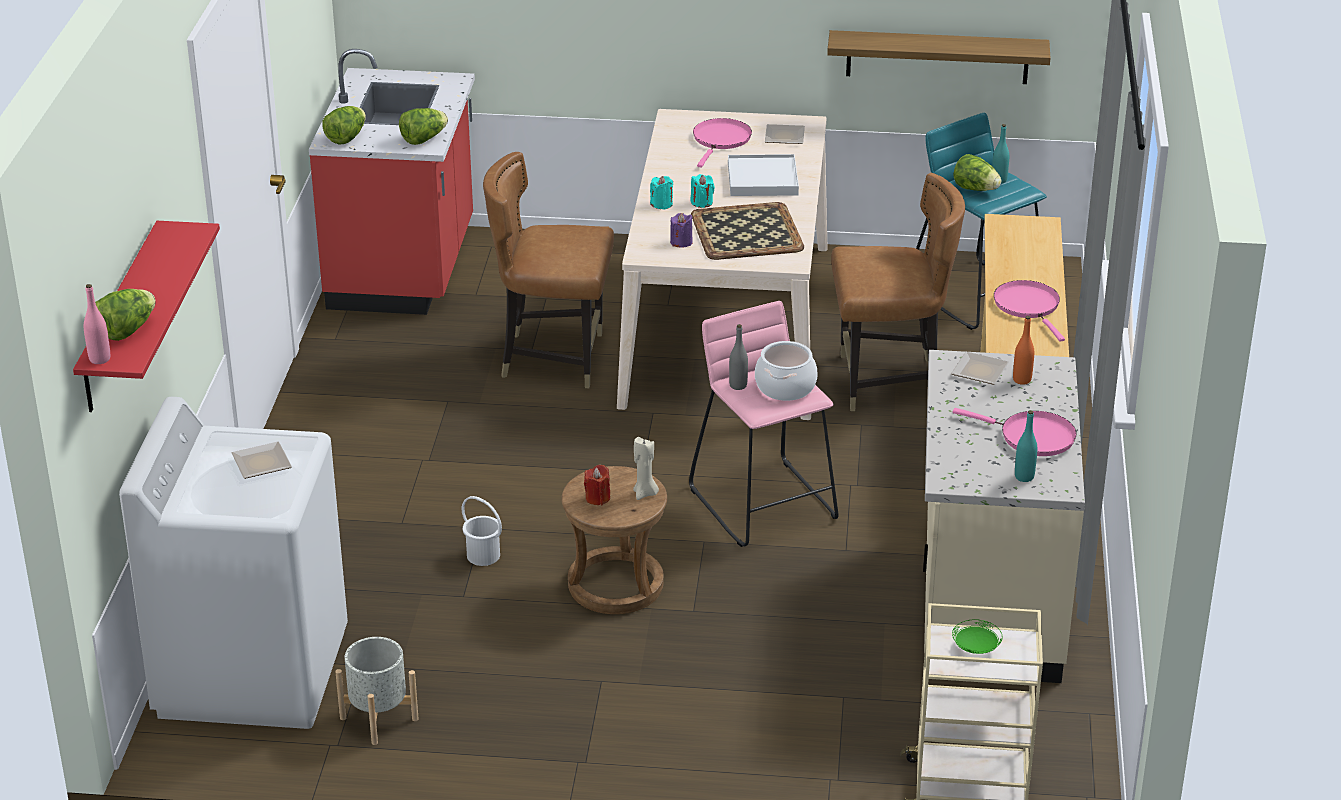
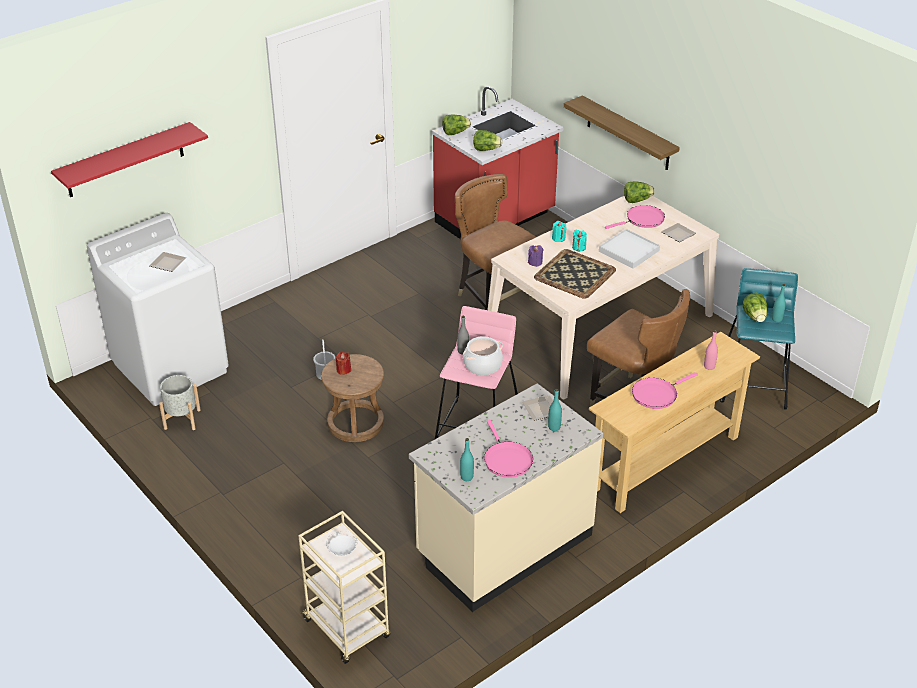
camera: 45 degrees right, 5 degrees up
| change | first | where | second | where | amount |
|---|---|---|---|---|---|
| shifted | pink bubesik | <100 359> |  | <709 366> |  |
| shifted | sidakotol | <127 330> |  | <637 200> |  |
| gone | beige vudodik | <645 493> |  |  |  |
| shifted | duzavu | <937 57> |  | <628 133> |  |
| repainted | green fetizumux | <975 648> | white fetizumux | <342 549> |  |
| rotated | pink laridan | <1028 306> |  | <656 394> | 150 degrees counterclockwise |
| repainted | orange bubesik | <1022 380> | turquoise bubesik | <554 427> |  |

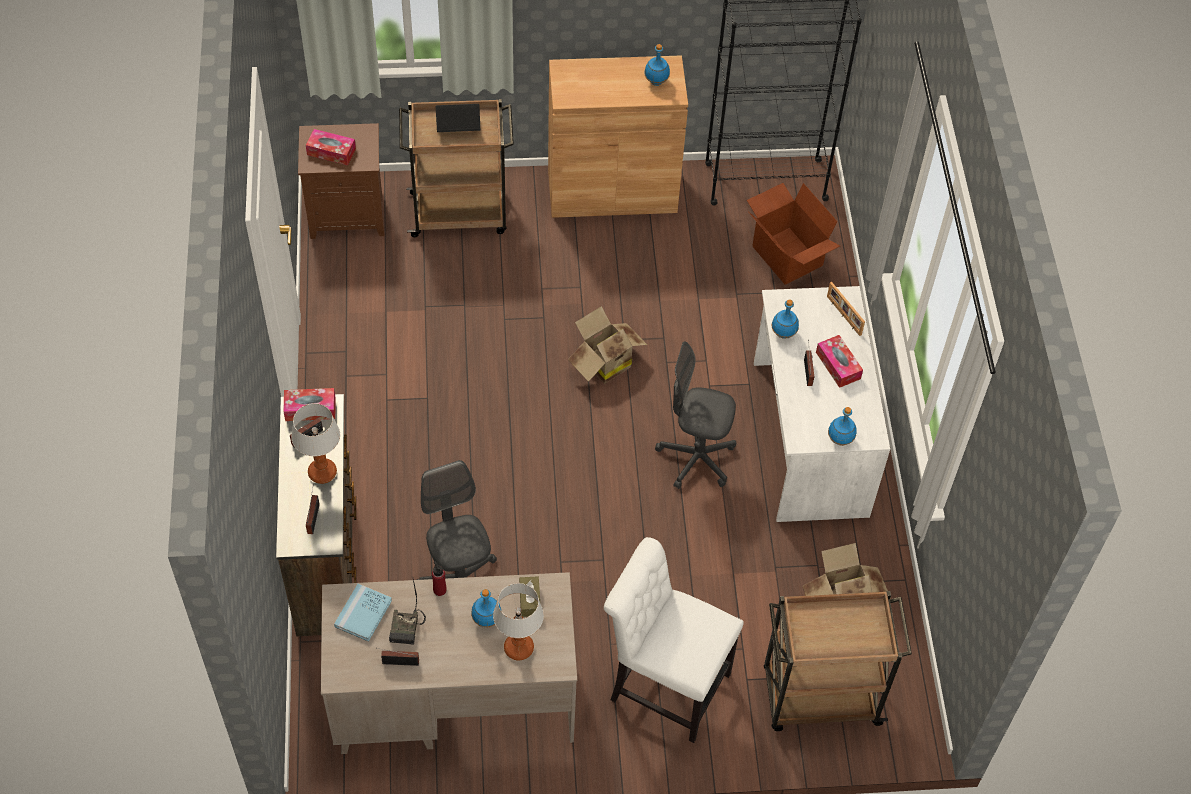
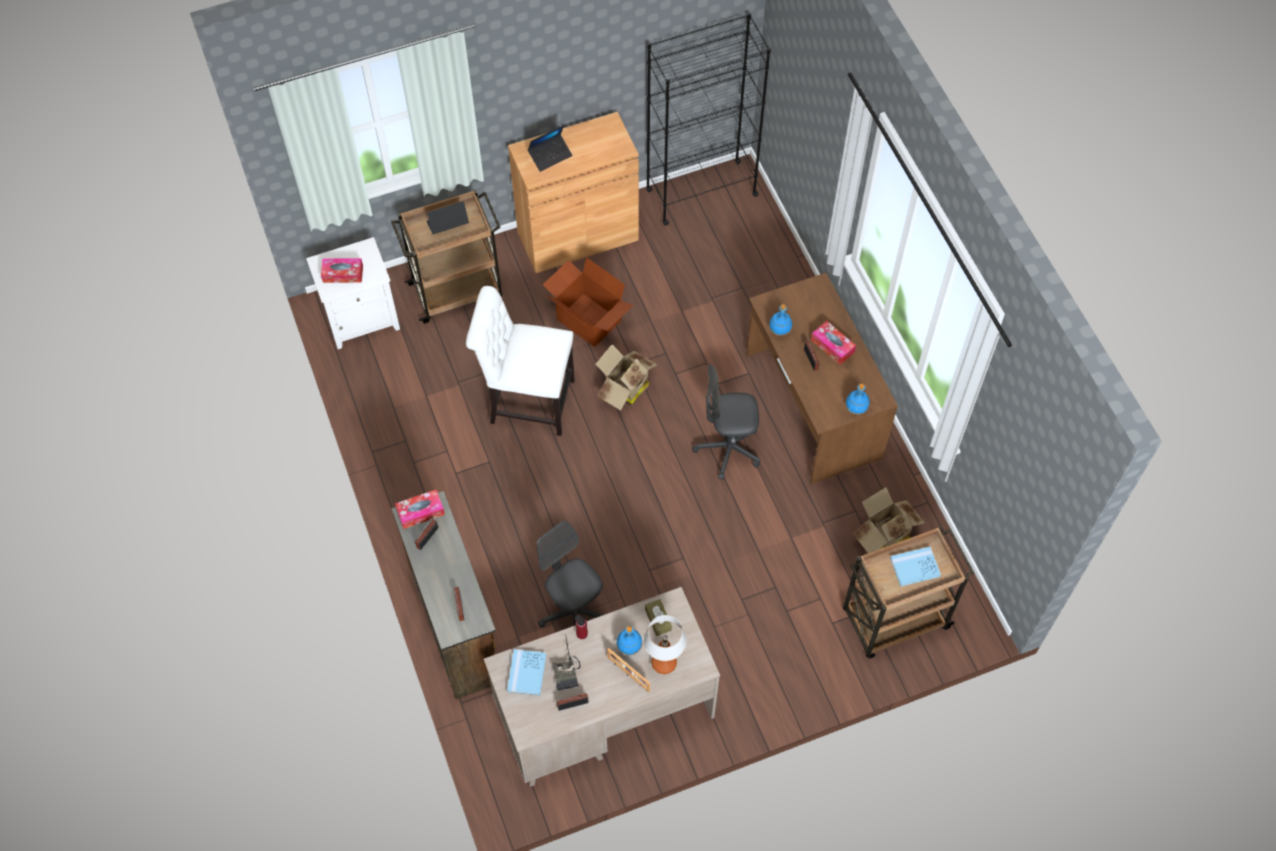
camera: 15 degrees left, 5 degrees up
| change | first | where | second | where | amount |
|---|---|---|---|---|---|
| gone | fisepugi | <322 472> |  |  |  |
| repainted | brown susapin | <349 214> | white susapin | <362 318> |  |
| shifted | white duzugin | <664 684> |  | <527 401> |  |
| gone | blue bubesik | <656 81> |  |  |  |
| shifted | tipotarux | <786 256> |  | <588 321> |  |
| repainted | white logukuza | <808 438> | brown logukuza | <811 406> |  |
| shifted | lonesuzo | <843 316> |  | <628 674> |  |
| new |  |  | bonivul | <550 155> |  |
| new |  |  | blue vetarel | <915 567> |  |

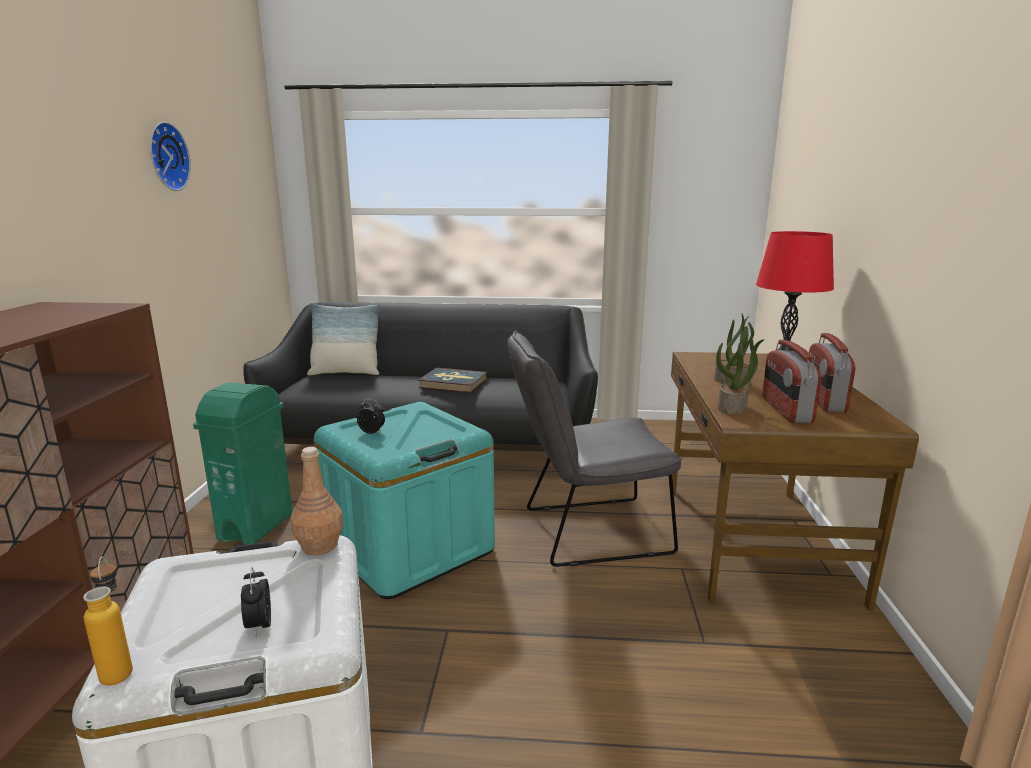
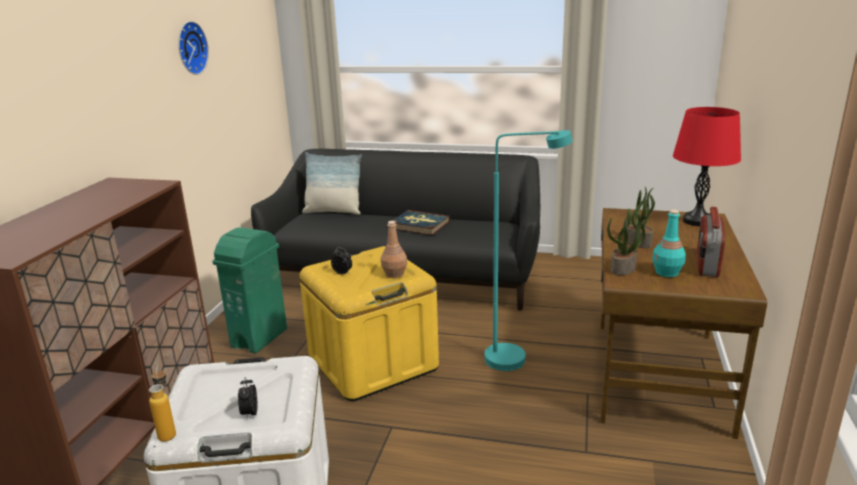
camera: 10 degrees right, 5 degrees up
| change | first | where | second | where | amount |
|---|---|---|---|---|---|
| shifted | brown bubesik | <320 546> |  | <394 274> |  |
| repainted | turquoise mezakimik | <409 548> | yellow mezakimik | <372 362> |  |
| swapped | grey duzugin | <586 532> | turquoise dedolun | <516 358> |  |
| swapped | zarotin | <785 410> | turquoise bubesik | <667 272> |  |

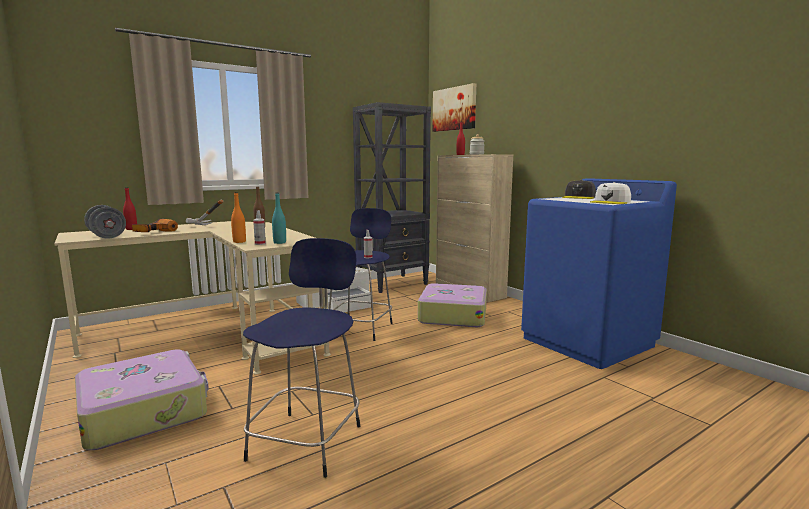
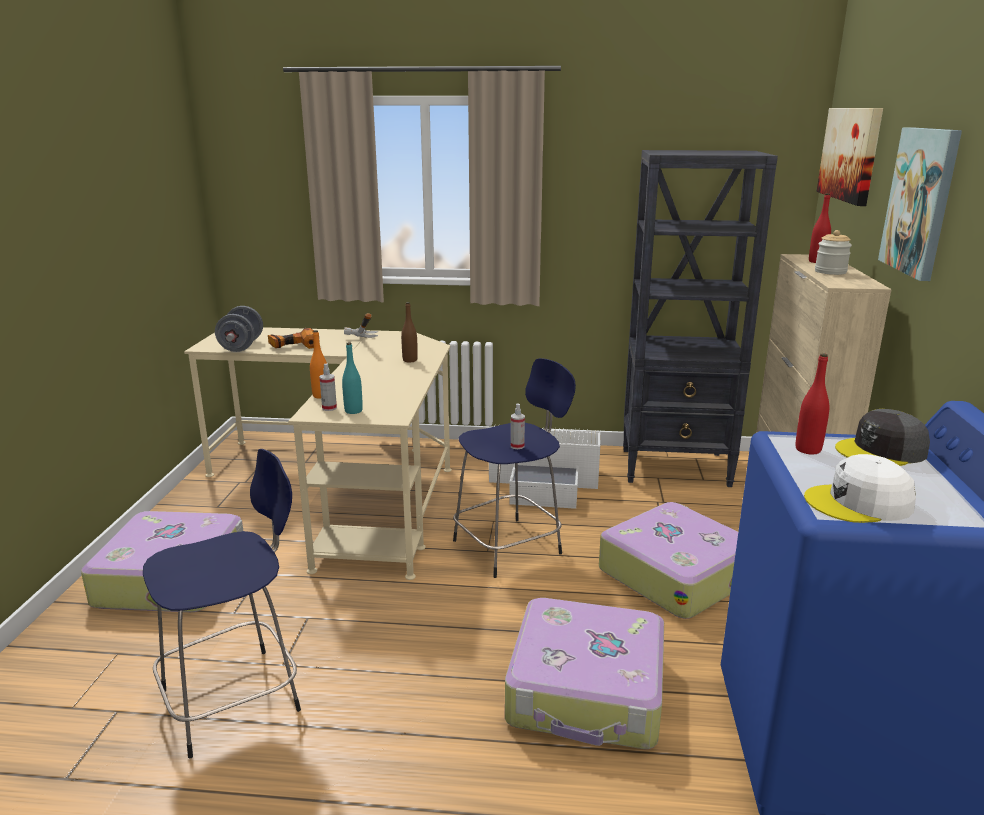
camera: 40 degrees right, 10 degrees up
| change | first | where | second | where | amount |
|---|---|---|---|---|---|
| shifted | red bubesik | <131 229> |  | <808 450> |  |
| new |  |  | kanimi | <587 691> |  |
| new |  |  | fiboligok | <920 201> |  |

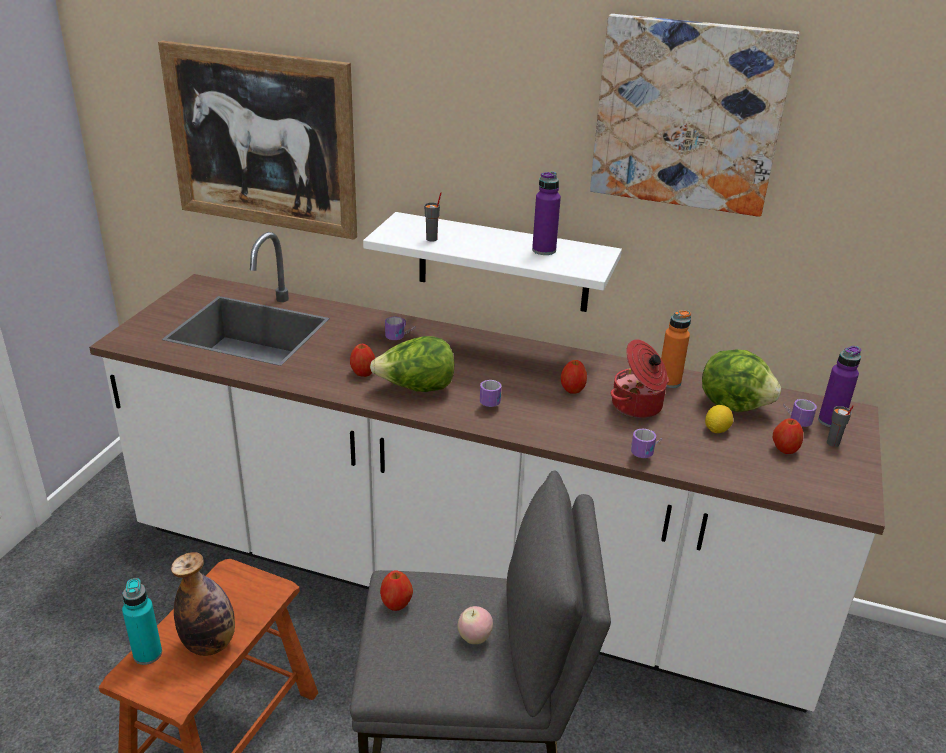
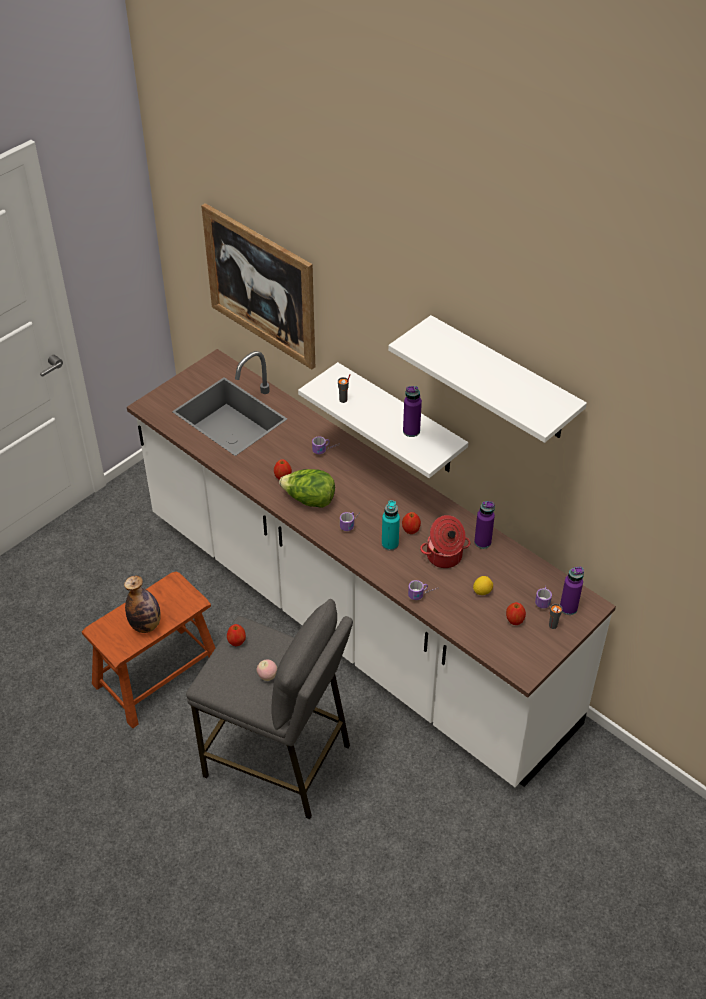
camera: 25 degrees right, 15 degrees up
| change | first | where | second | where | amount |
|---|---|---|---|---|---|
| shifted | turquoise bubesik | <147 654> |  | <390 544> |  |
| swapped | fiboligok | <688 115> | white duzavu | <503 380> |  |
| repainted | orange bubesik | <669 382> | purple bubesik | <482 542> |  |
| gone | sidakotol | <734 404> |  |  |  |

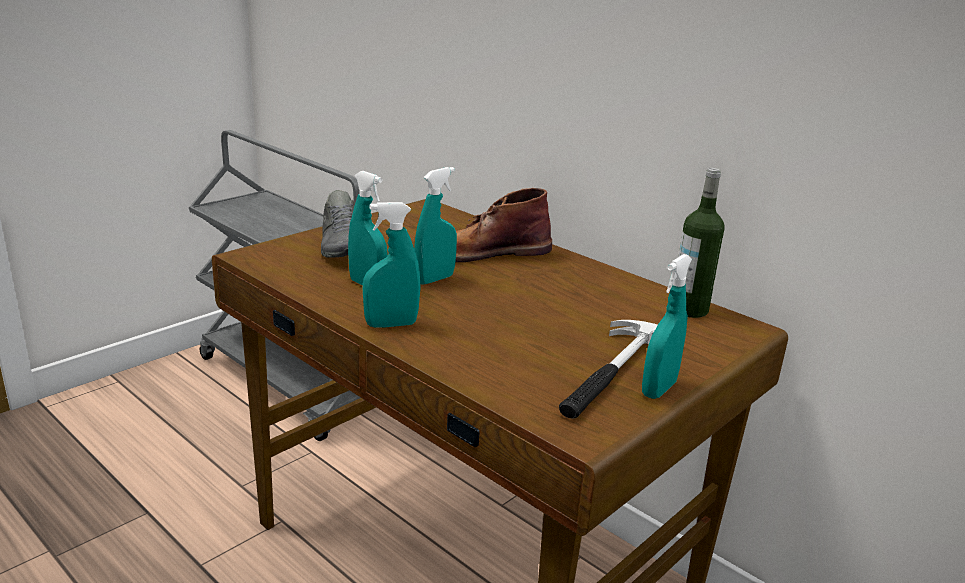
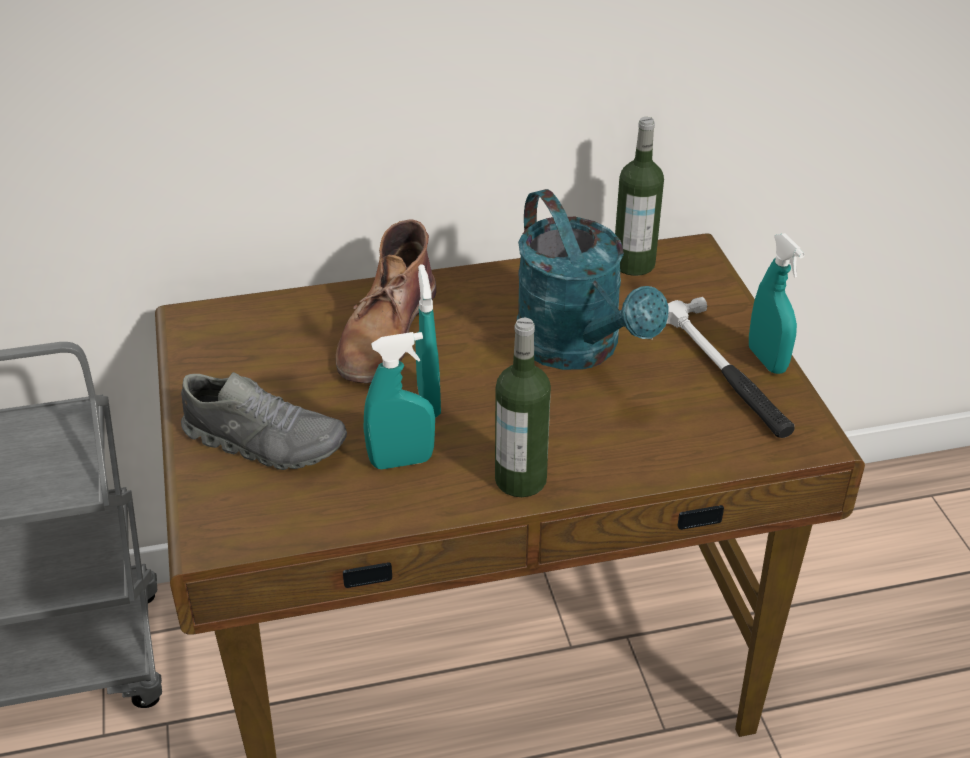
camera: 55 degrees left, 15 degrees up
| change | first | where | second | where | amount |
|---|---|---|---|---|---|
| swapped | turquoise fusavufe | <391 324> | bubesik | <520 480> |  |
| new |  |  | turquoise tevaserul | <578 349> |  |

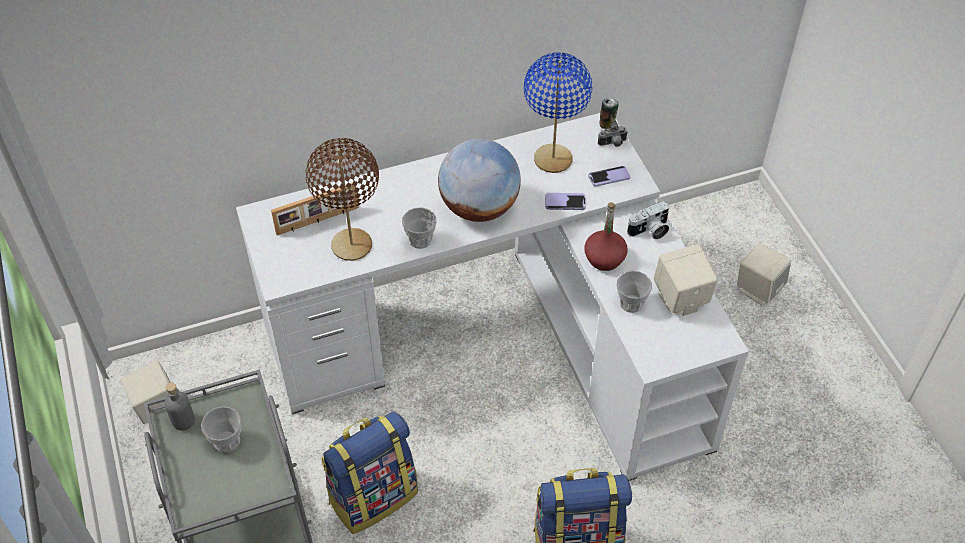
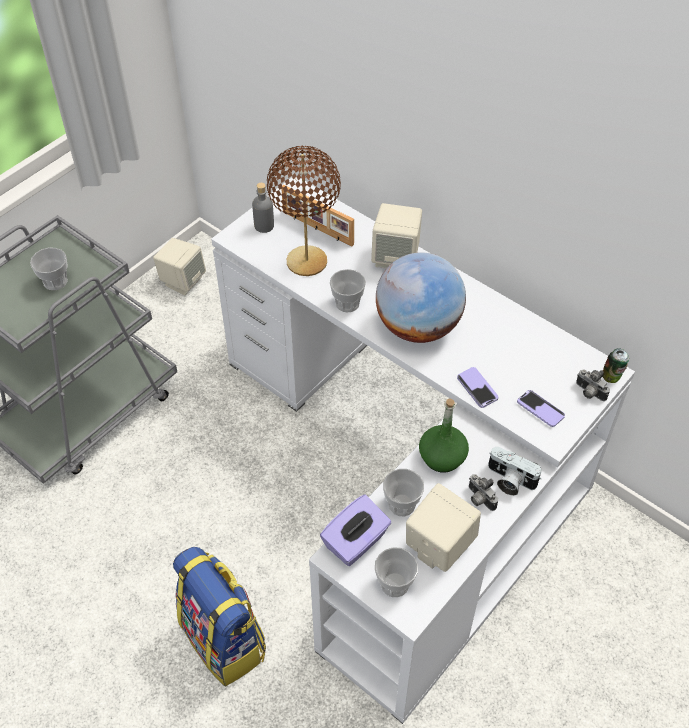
camera: 60 degrees right, 0 degrees up
| change | first | where | second | where | amount |
|---|---|---|---|---|---|
| shifted | grey bubesik | <183 420> |  | <264 226> |  |
| gone | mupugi | <373 496> |  |  |  |
| gone | blue fisepugi | <553 159> |  |  |  |
| repainted | red bubesik | <604 258> | green bubesik | <442 457> |  |
| shifted | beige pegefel | <758 289> |  | <396 257> |  |
| new |  |  | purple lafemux | <356 542> |  |
| new |  |  | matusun | <394 584> |  |
| new |  |  | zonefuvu | <479 499> |  |

